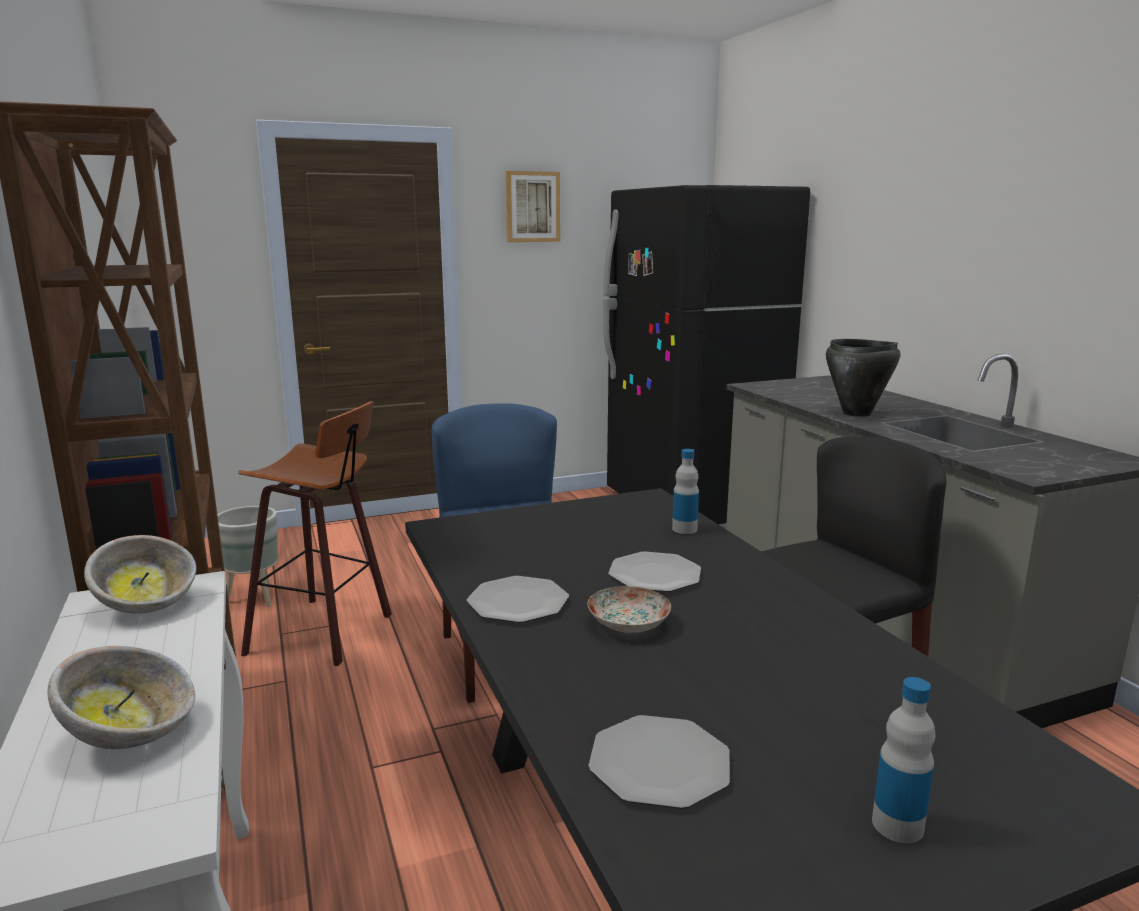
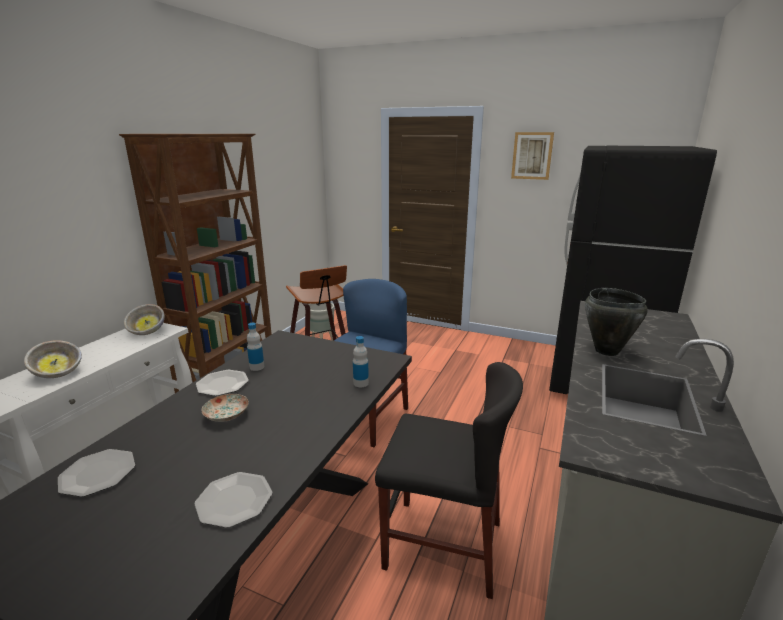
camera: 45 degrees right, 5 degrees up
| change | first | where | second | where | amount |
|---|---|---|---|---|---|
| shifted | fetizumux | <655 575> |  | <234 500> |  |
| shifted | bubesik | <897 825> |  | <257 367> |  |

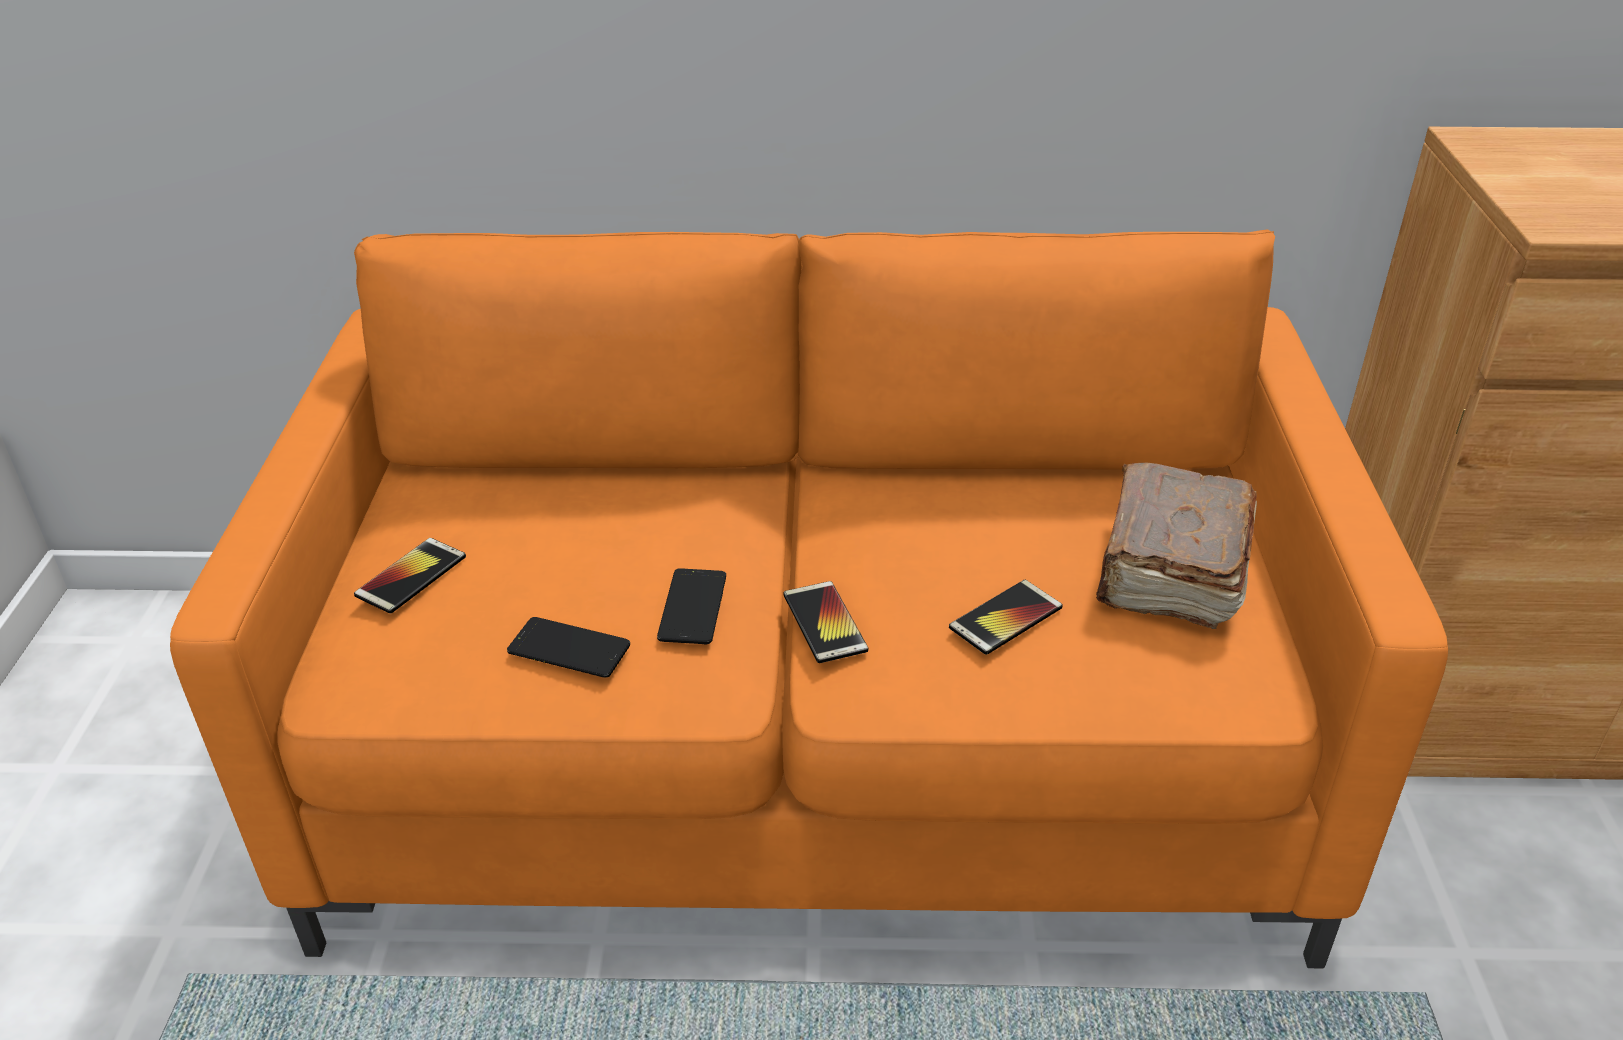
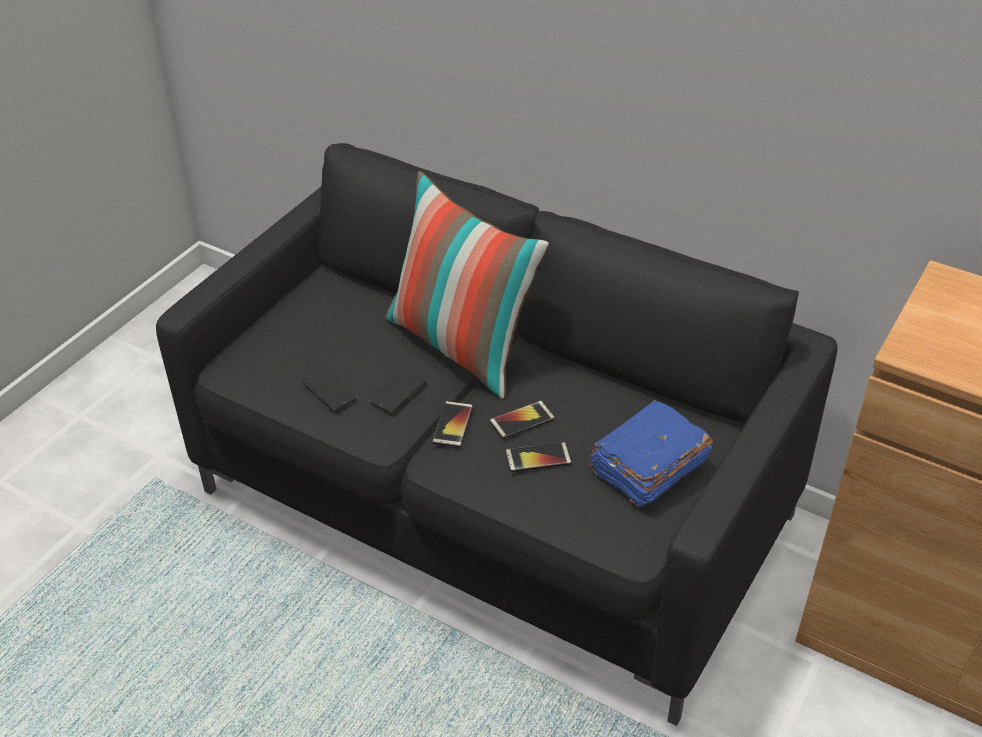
camera: 30 degrees right, 5 degrees up
| change | first | where | second | where | amount |
|---|---|---|---|---|---|
| repainted | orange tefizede | <812 771> | black tefizede | <492 506> |  |
| shifted | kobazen | <411 576> |  | <522 420> |  |
| repainted | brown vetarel | <1169 571> | blue vetarel | <647 468> |  |
| new |  |  | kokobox | <462 346> |  |

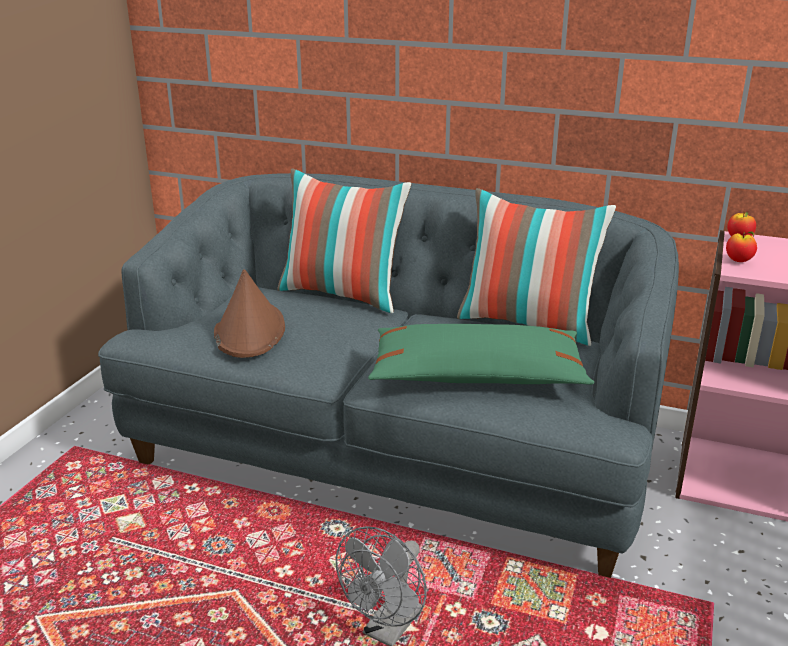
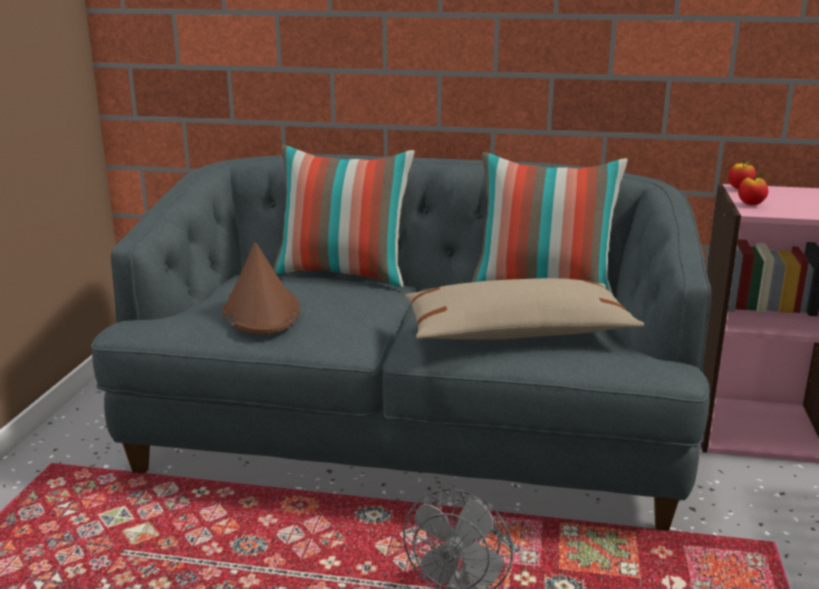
camera: 10 degrees left, 5 degrees down
| change | first | where | second | where | amount |
|---|---|---|---|---|---|
| repainted | green kokobox | <477 376> | beige kokobox | <516 333> |  |

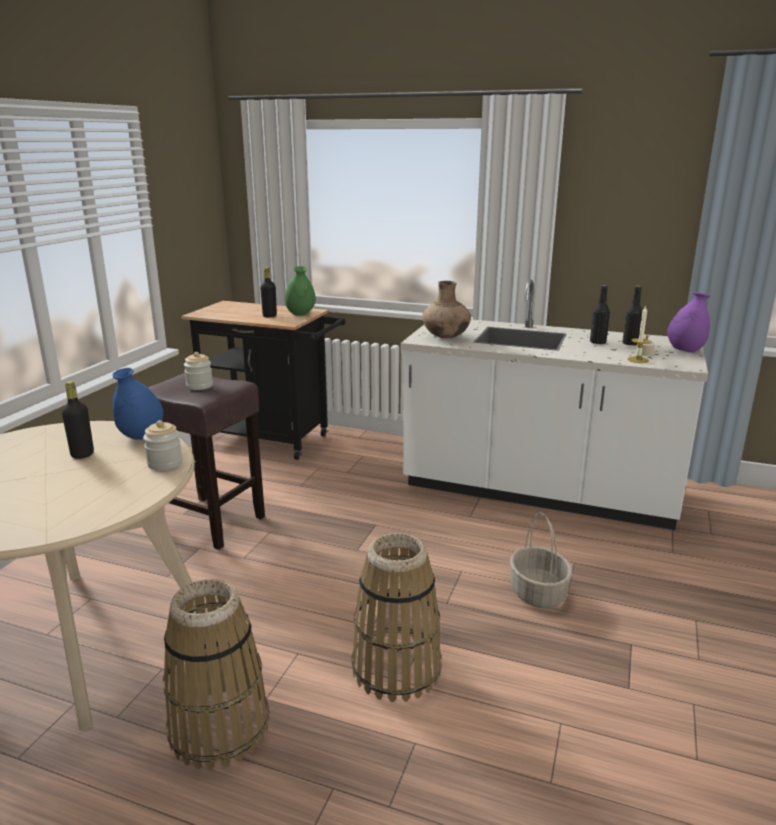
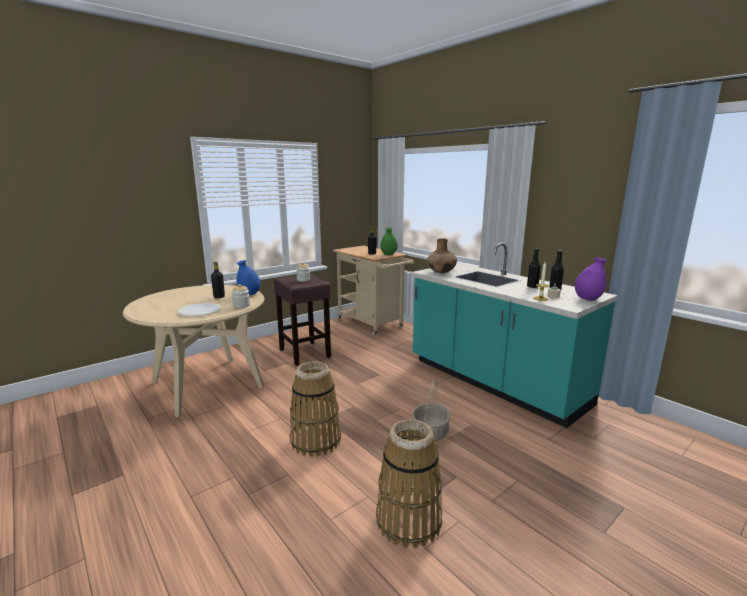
camera: 30 degrees right, 5 degrees down
| change | first | where | second | where | amount |
|---|---|---|---|---|---|
| shifted | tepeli | <219 727> |  | <408 520> |  |
| repainted | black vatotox | <273 440> | beige vatotox | <372 324> |  |
| repainted | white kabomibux | <538 491> | turquoise kabomibux | <494 382> |  |
| new |  |  | white fetizumux | <199 311> |  |

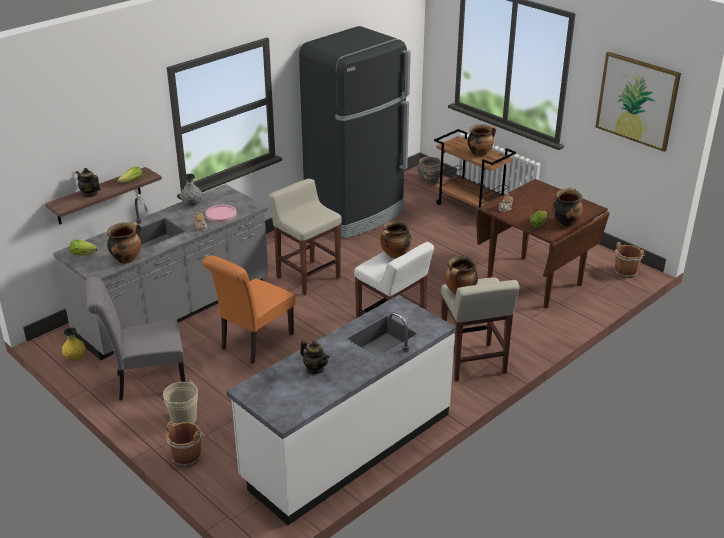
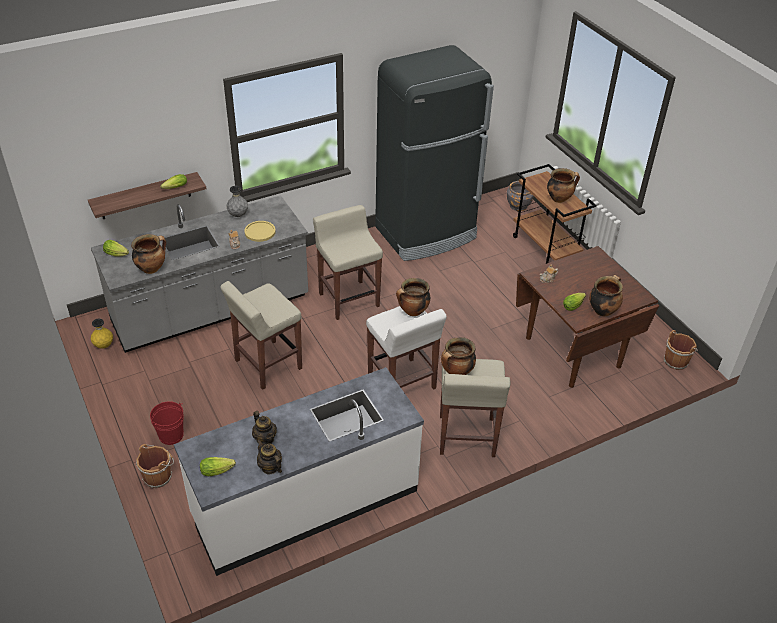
camera: 15 degrees right, 10 degrees up
| change | first | where | second | where | amount |
|---|---|---|---|---|---|
| shifted | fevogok | <90 194> |  | <270 467> |  |
| gone | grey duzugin | <145 382> |  |  |  |
| repainted | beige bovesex | <183 419> | red bovesex | <171 435> |  |
| swapped | orange duzugin | <253 343> | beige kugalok | <267 365> |  |
| repainted | pink fetizumux | <221 214> | yellow fetizumux | <260 232> |  |
| gone | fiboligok | <637 100> |  |  |  |
| new |  |  | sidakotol | <218 470> |  |

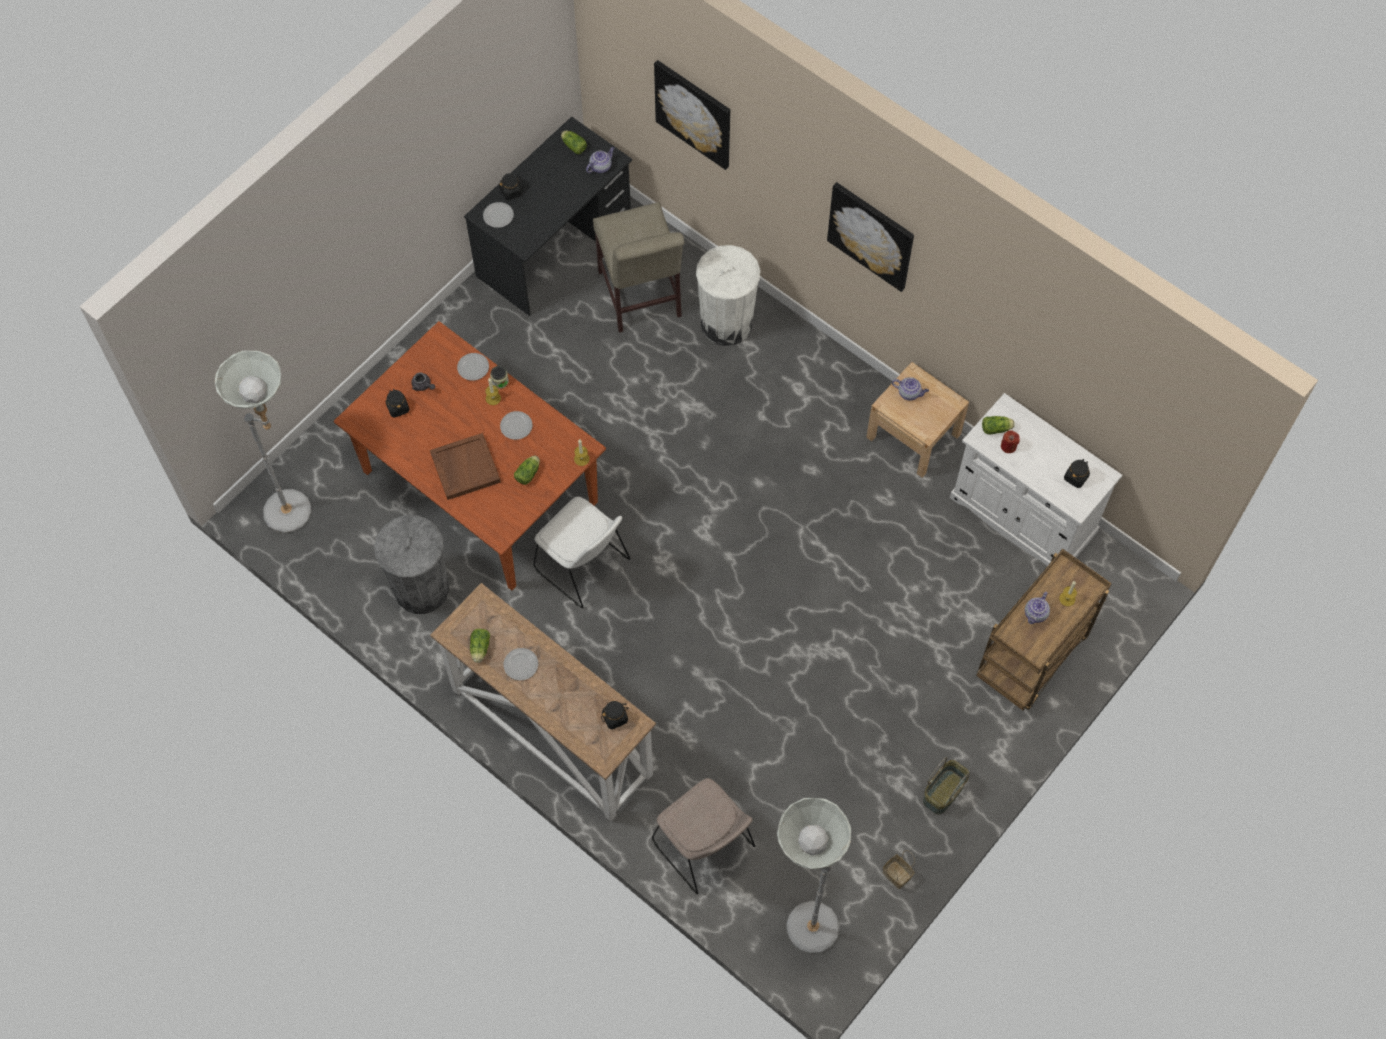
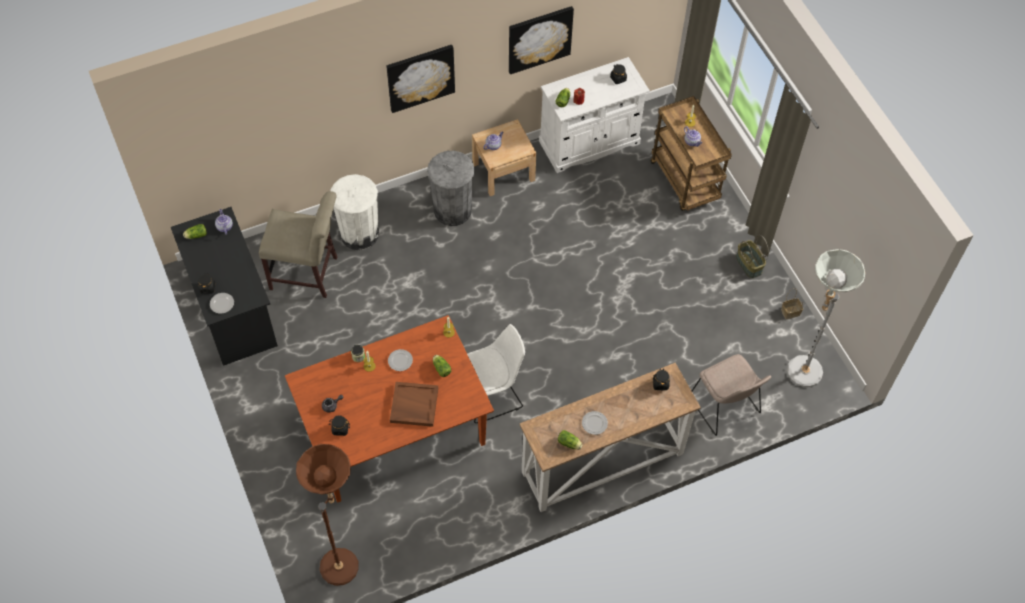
camera: 65 degrees left, 5 degrees down
| change | first | where | second | where | amount |
|---|---|---|---|---|---|
| repainted | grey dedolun | <298 513> | brown dedolun | <344 560> |  |
| shifted | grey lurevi | <421 588> |  | <452 210> |  |
| gone | fetizumux | <473 367> |  |  |  |
| rotated | beige duzugin | <705 847> |  | <725 407> | 75 degrees clockwise |
| shifted | fiboligok | <694 113> |  | <539 39> |  |

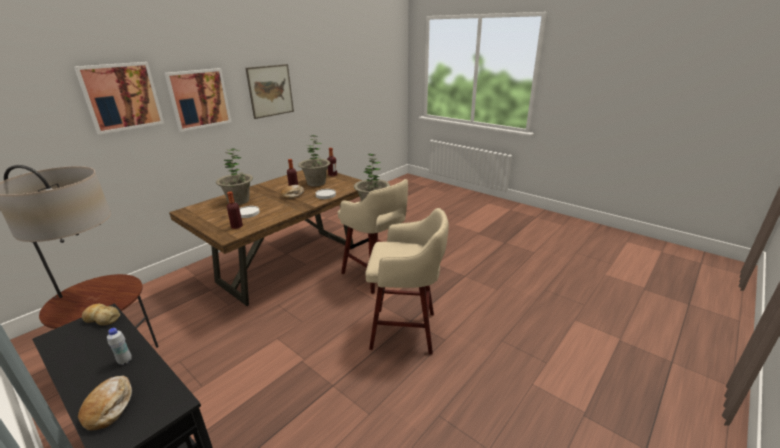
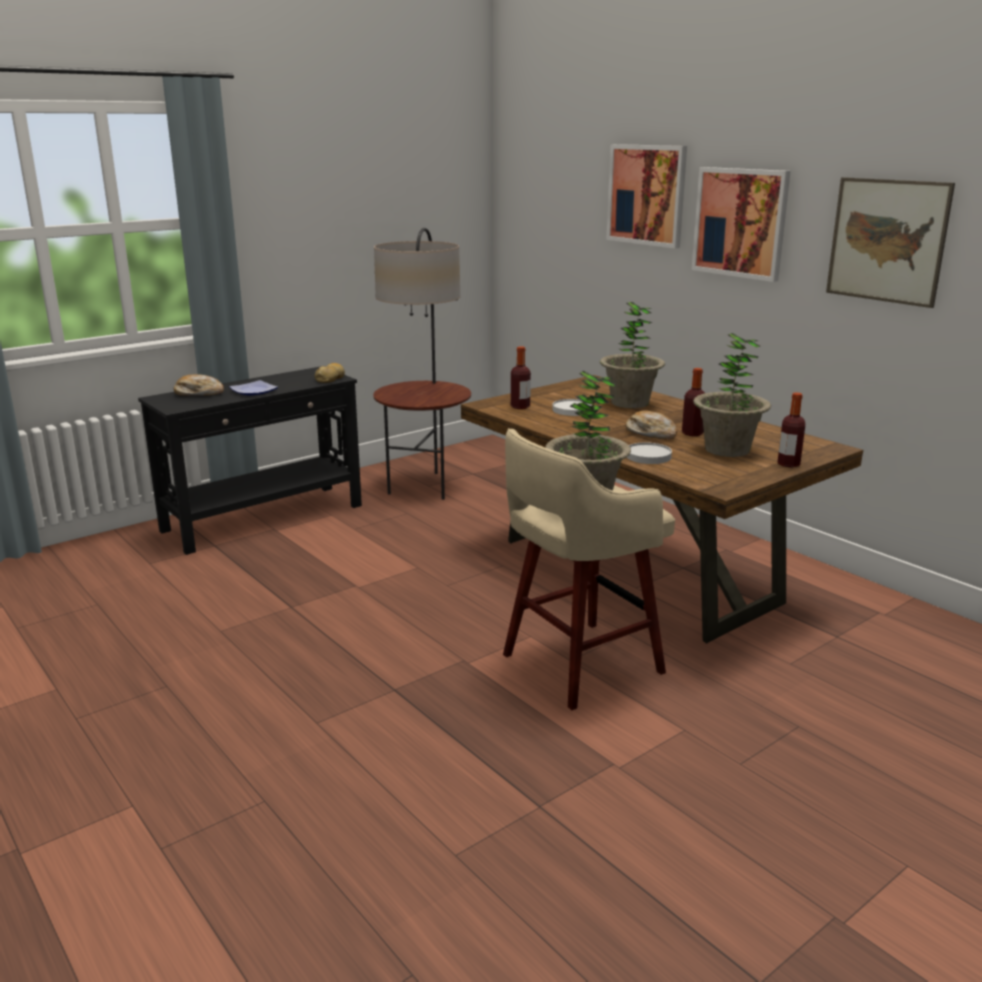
camera: 100 degrees right, 5 degrees down
| change | first | where | second | where | amount |
|---|---|---|---|---|---|
| swapped | white bubesik | <125 361> | fetizumux | <253 391> |  |
| gone | beige kugalok | <406 331> |  |  |  |

